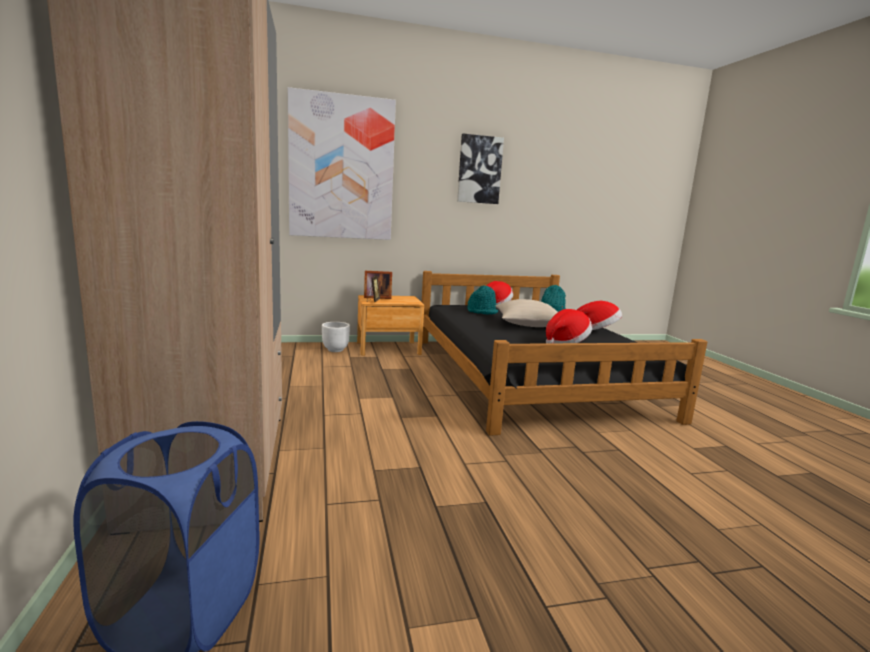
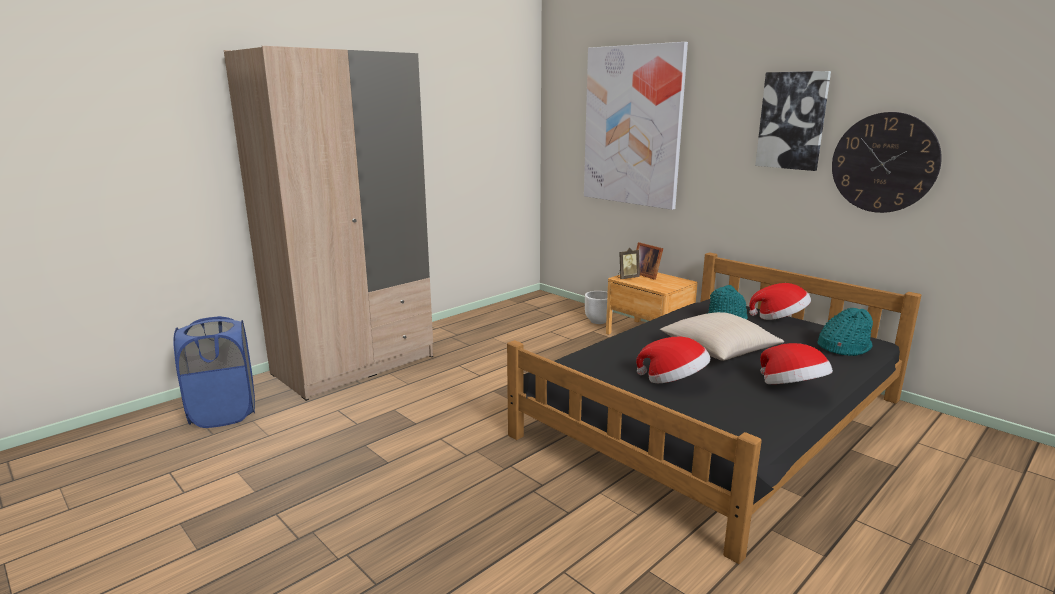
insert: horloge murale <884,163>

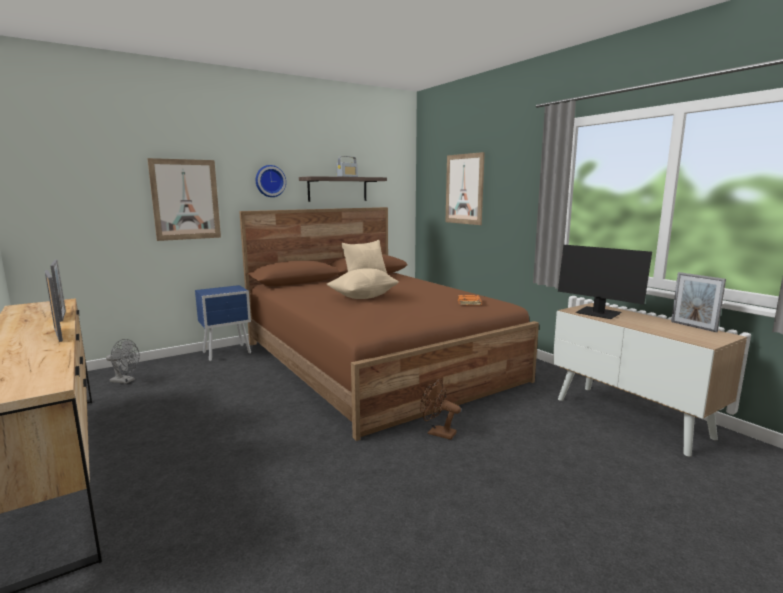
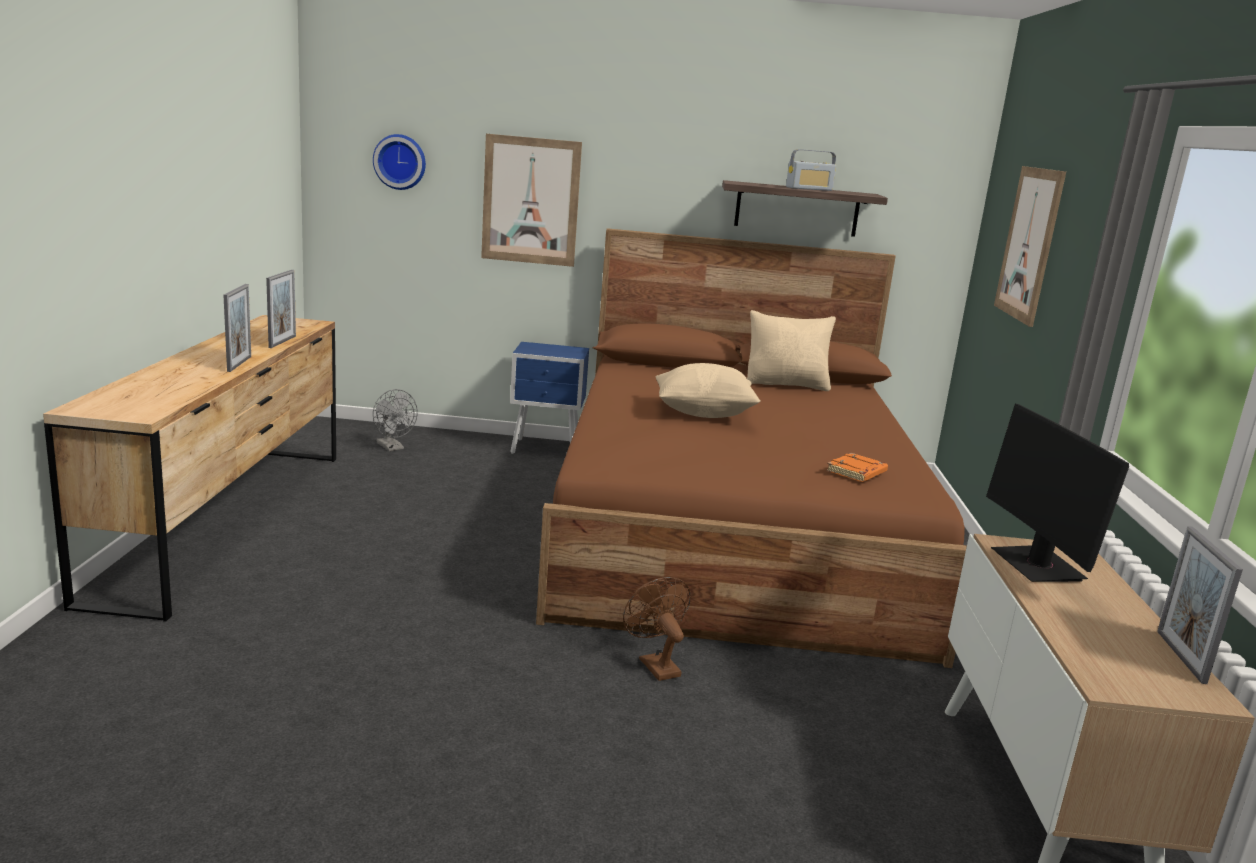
move: horloge murale <270,181> to <400,162>

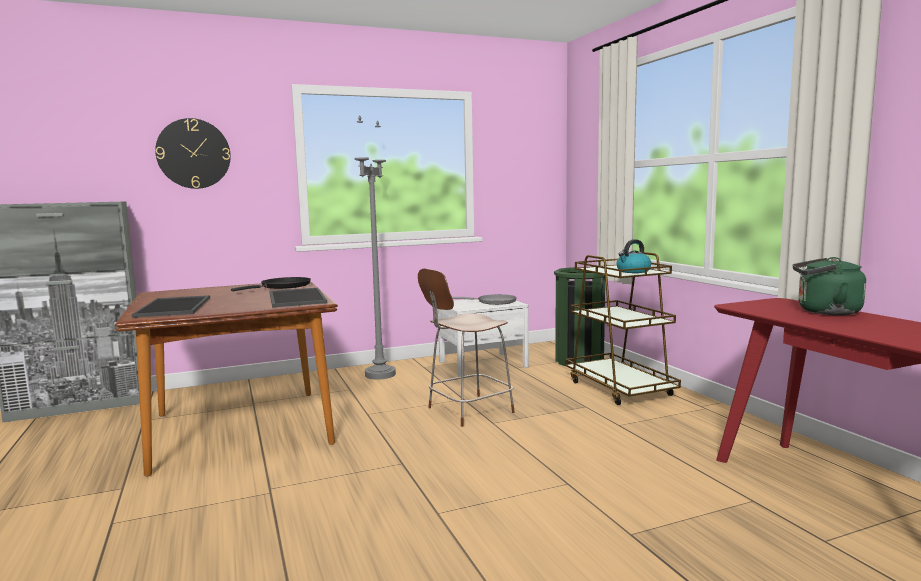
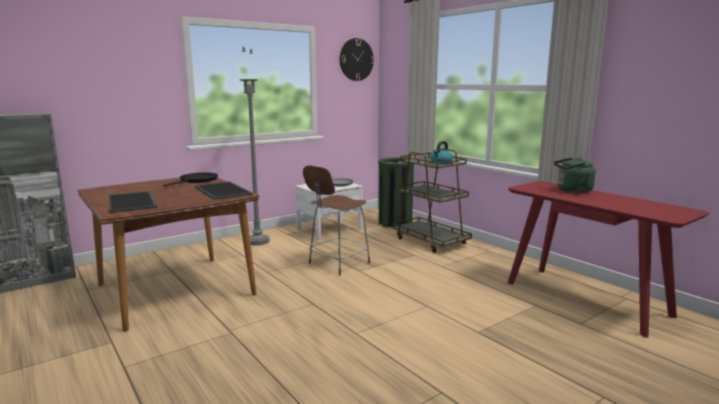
move: horloge murale <193,153> to <356,59>

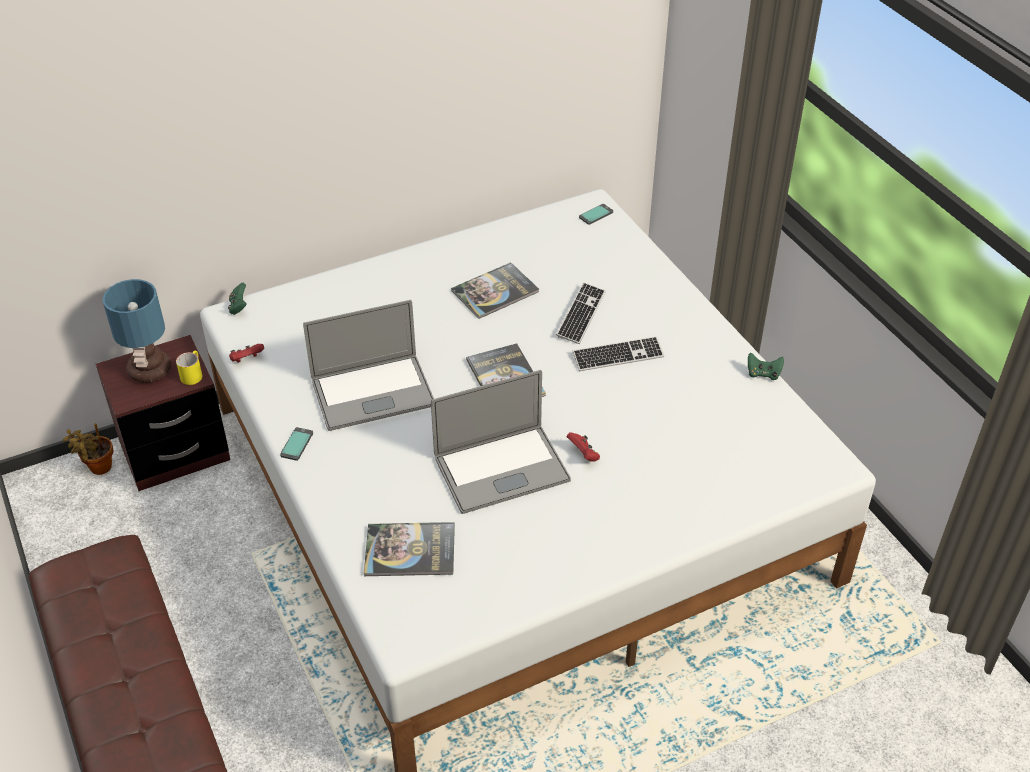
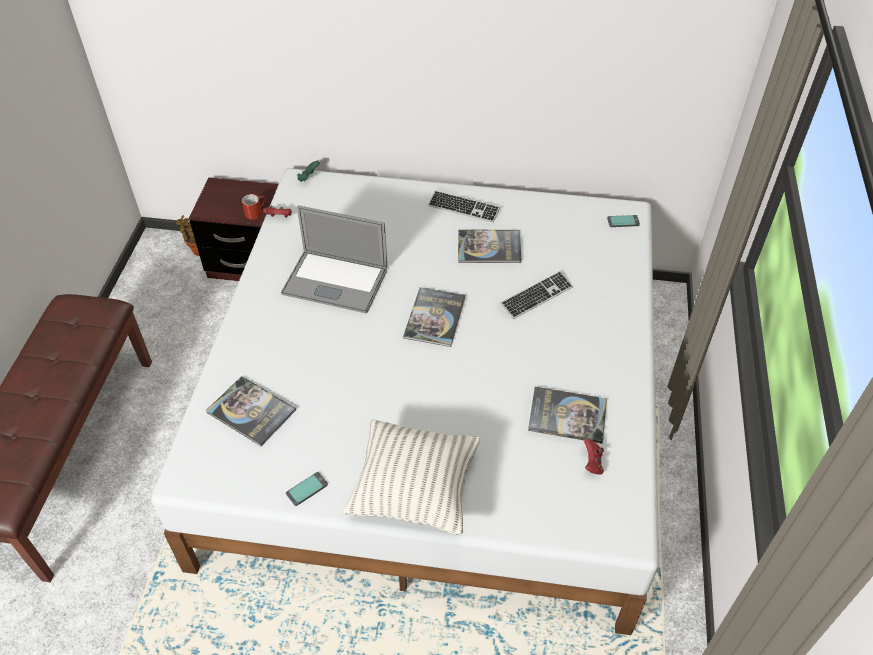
delete: lampe de table <150,371>; ordinateur portable <501,469>; manette/vert <763,374>
insert: coussin <415,491>; livre <567,415>
move: téléphone <296,444> to <306,489>; manette/rouge <584,455> to <592,463>; clavier <618,356> to <463,208>
recolor: mug/jaune <192,374> to mug/rouge <256,212>

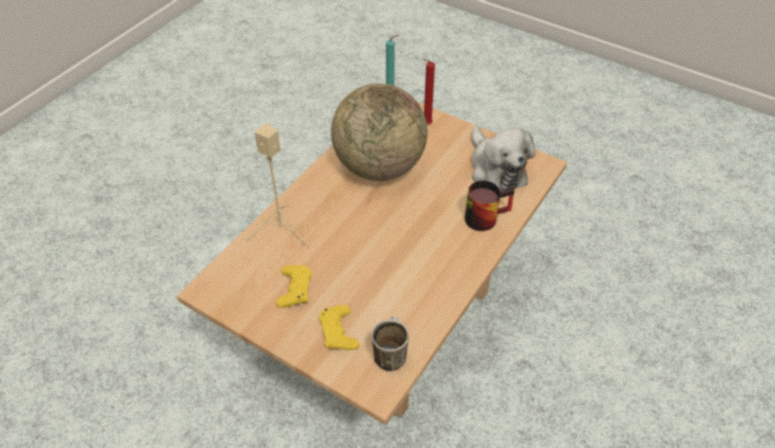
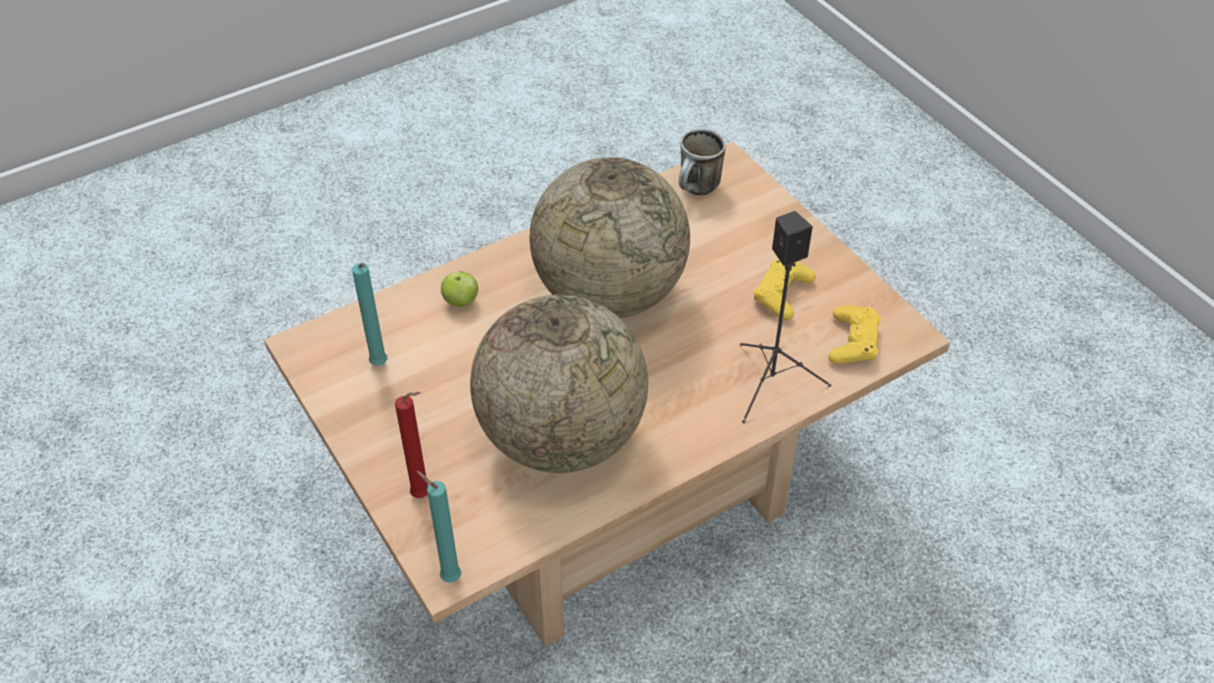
insert: globe <609,294>
move: manette/jaune <338,332> to <853,342>
replace: mug <484,215> to pomme <461,301>; peluche <496,168> to bougie/turquoise <380,366>
recolor: enceinte/beige <280,231> to enceinte/noir <772,383>

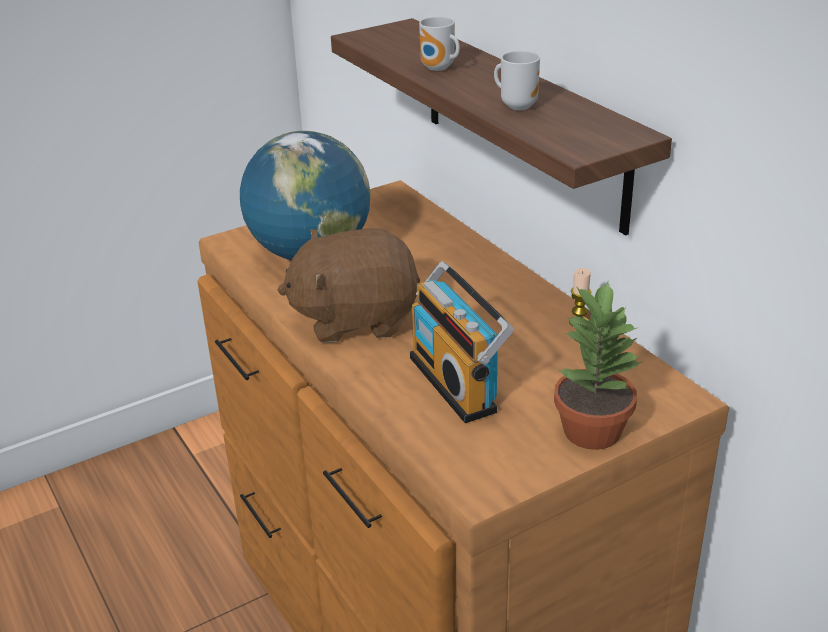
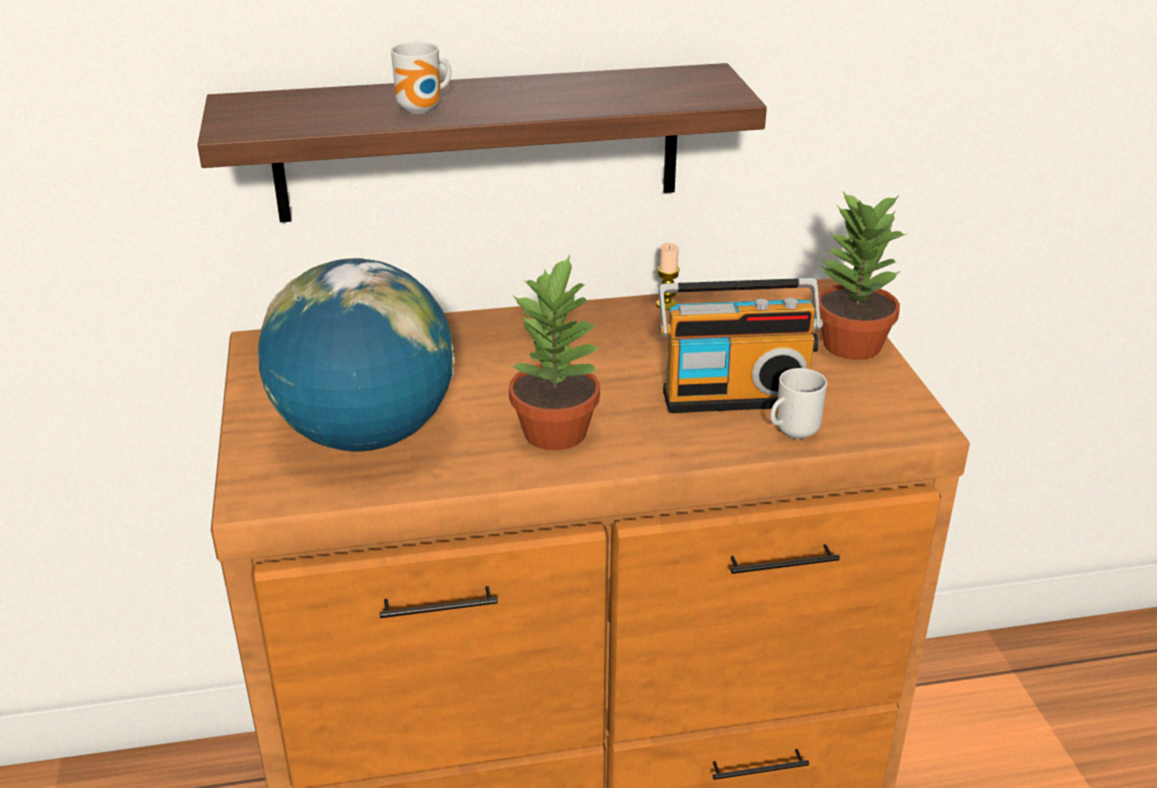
move: mug <517,105> to <792,432>
replace: peluche/marron <355,318> to plante en pot <557,432>

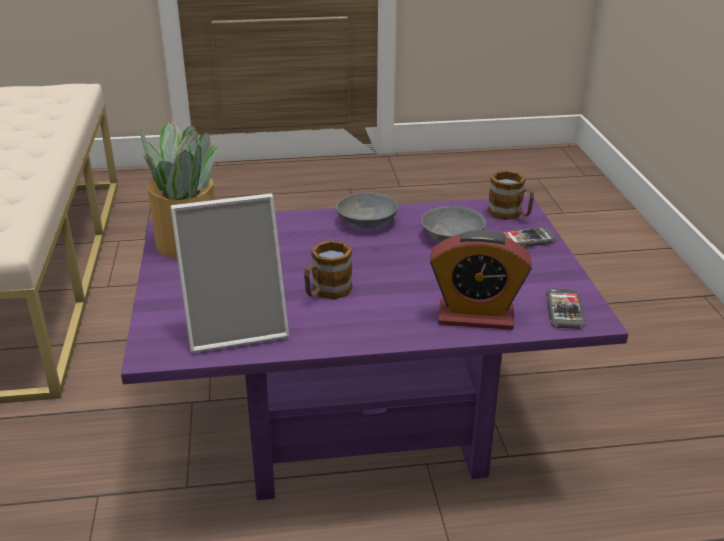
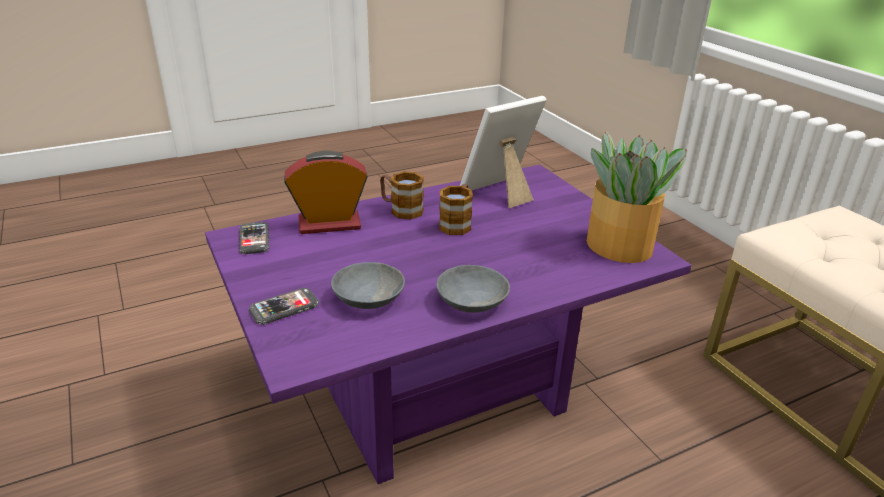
move: mug <510,214> to <401,209>

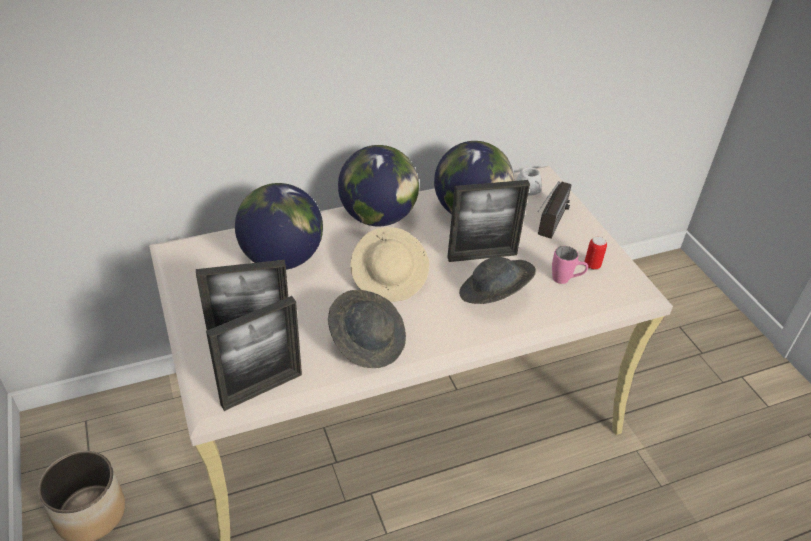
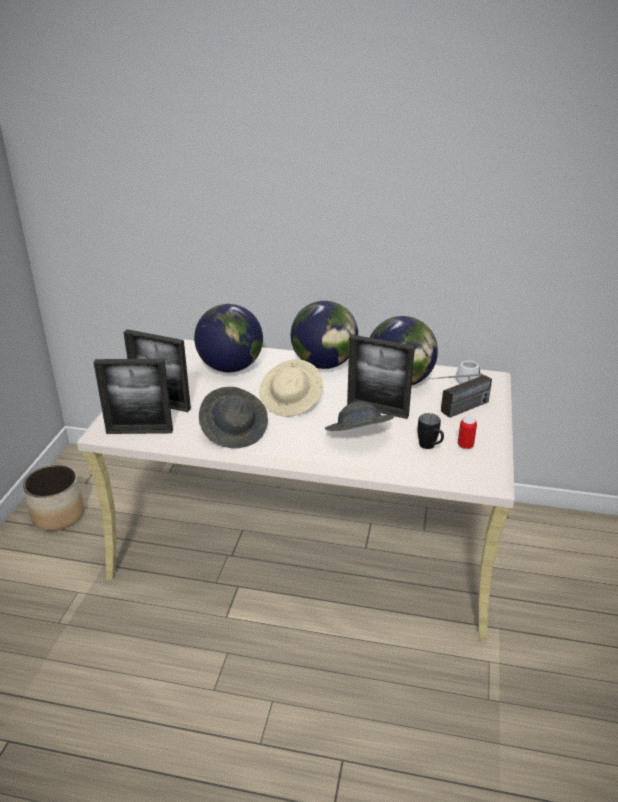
recolor: mug/rose <566,280> to mug/noir <430,447>

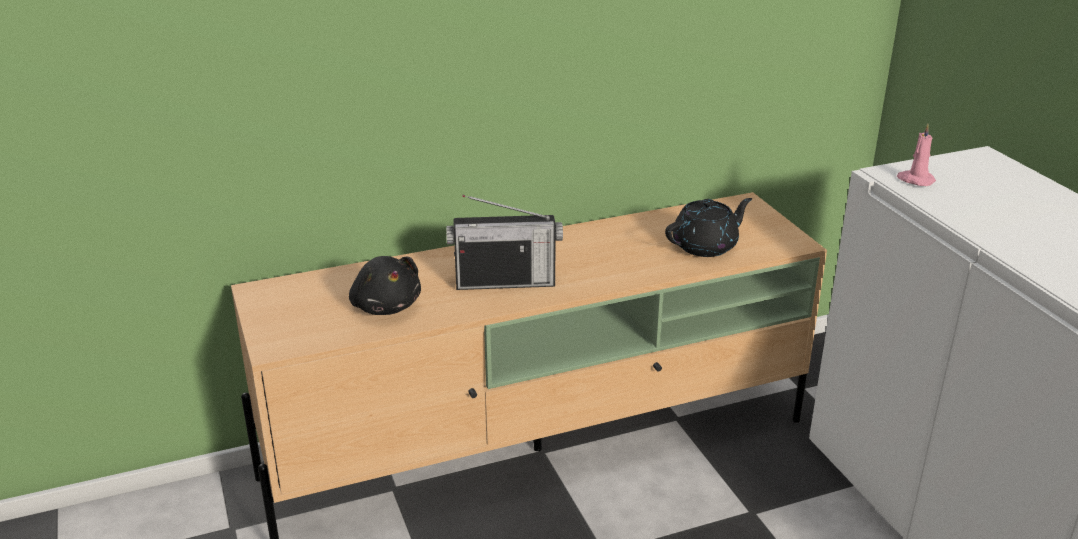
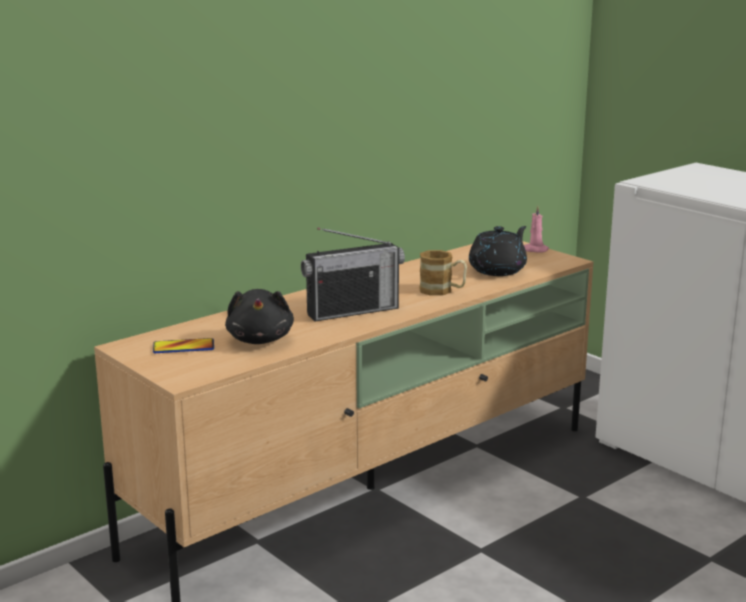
insert: téléphone <183,347>; mug <442,291>
move: bougie/rose <915,180> to <534,250>
rotate: peluche/noir <385,306> = <260,339> 45 degrees clockwise

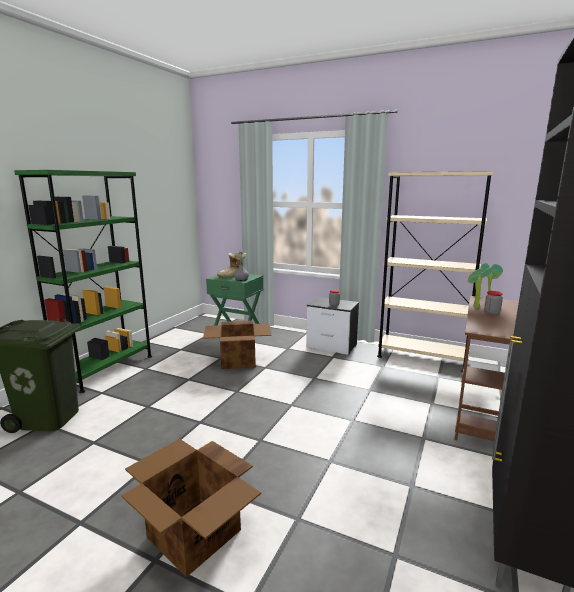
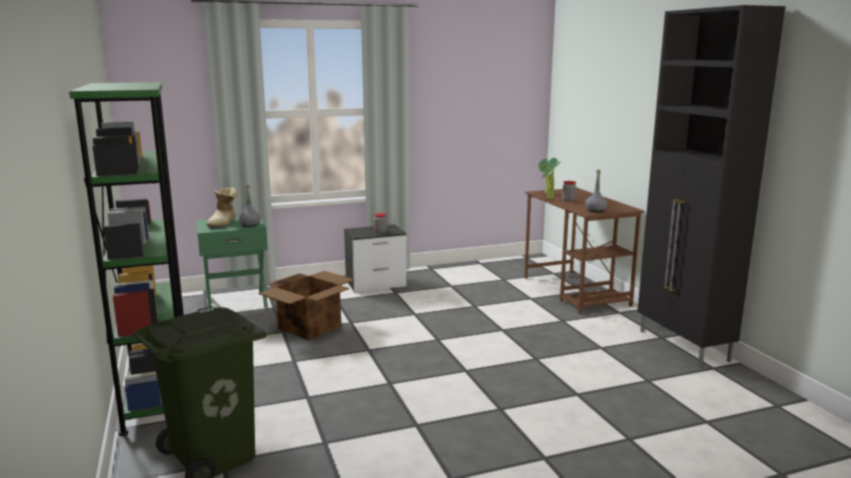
delete: carton <194,534>; bibliothèque/beige <422,357>
insert: bouteille/gris <595,210>

